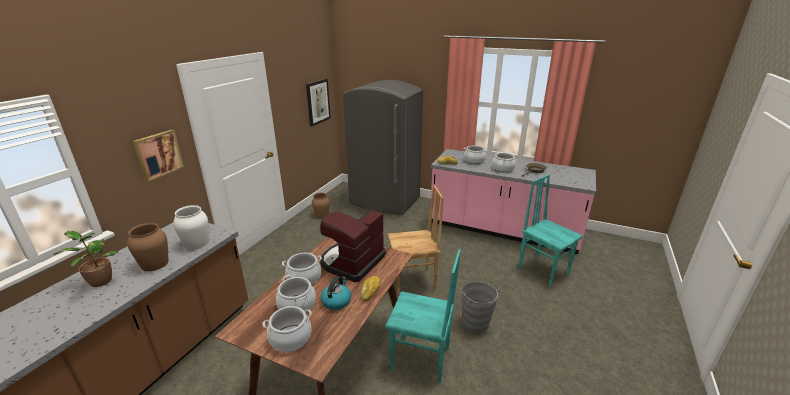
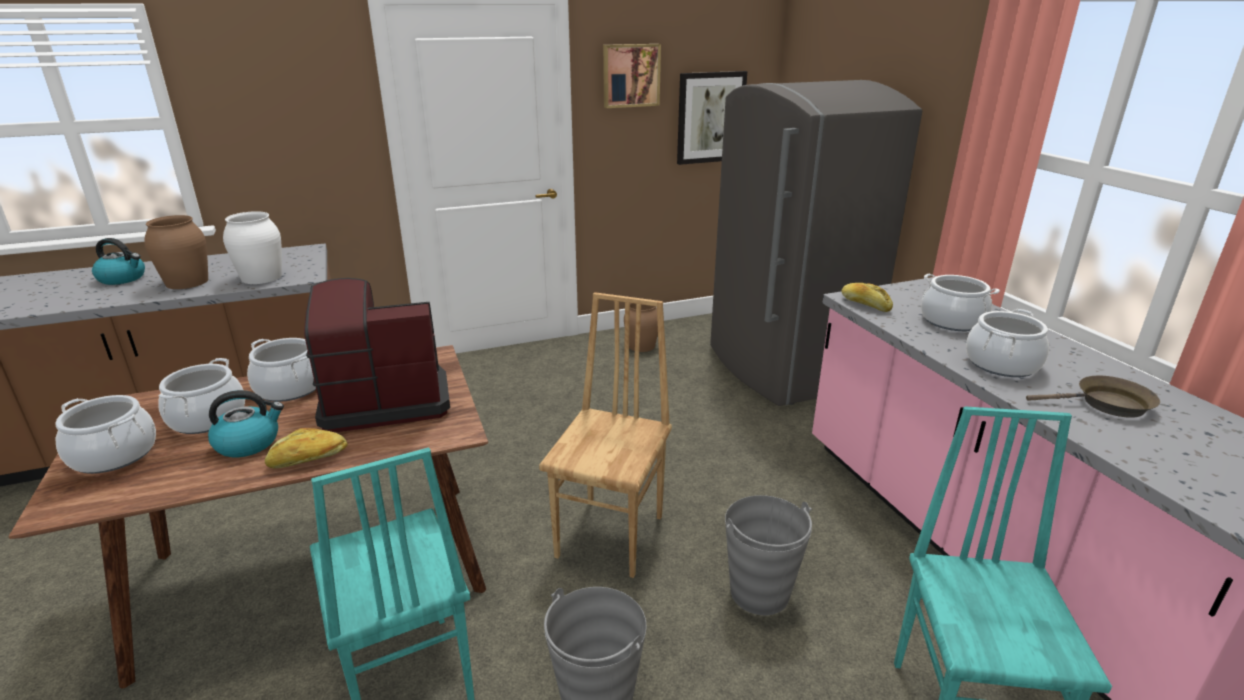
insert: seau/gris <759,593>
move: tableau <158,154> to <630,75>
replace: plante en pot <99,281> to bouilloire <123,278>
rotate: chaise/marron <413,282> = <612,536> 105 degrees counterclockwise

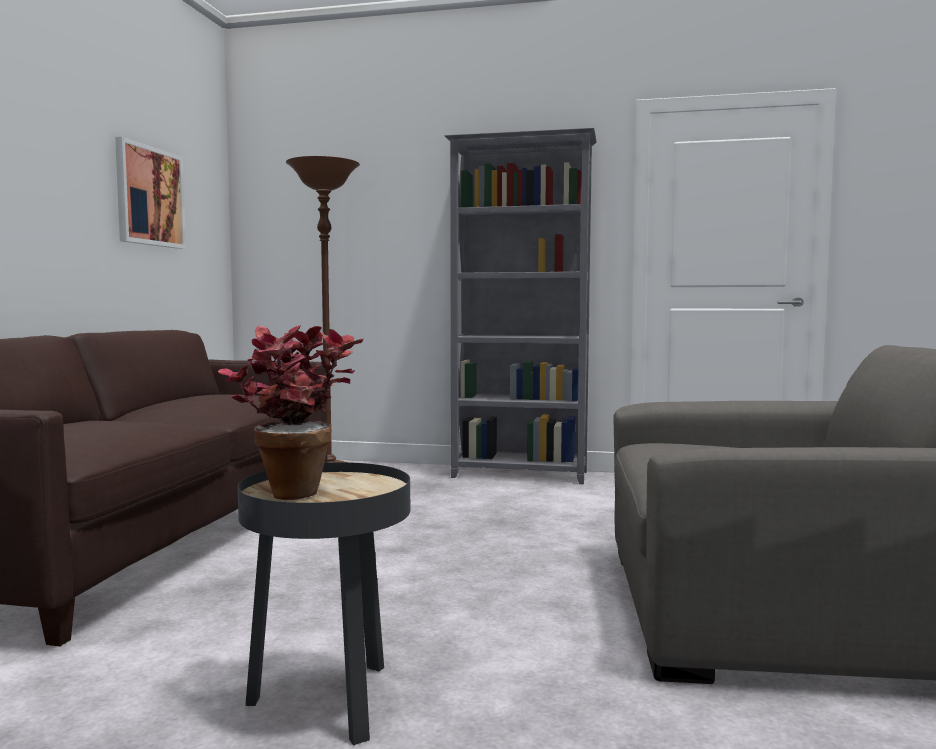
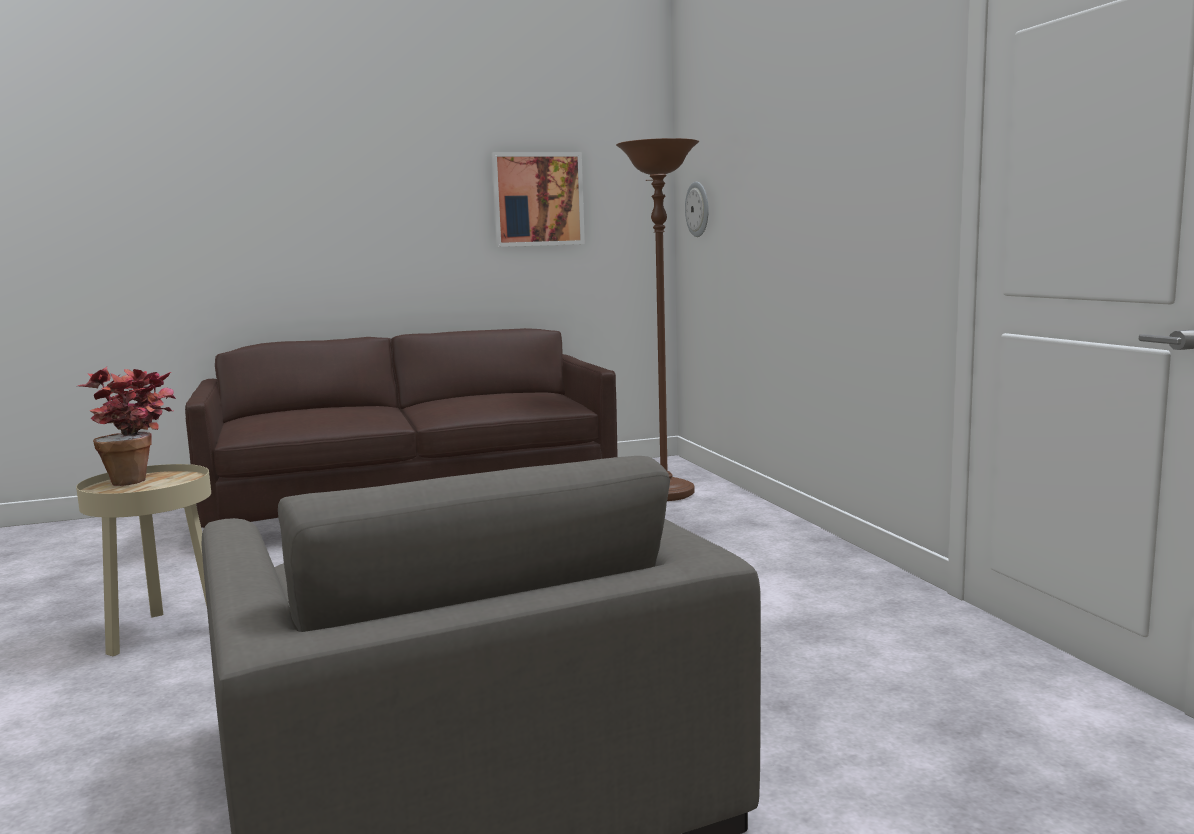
delete: bibliothèque/gris <521,475>
insert: horloge murale <698,209>
recolor: table d'appoint/noir <329,700> to table d'appoint/beige <164,632>

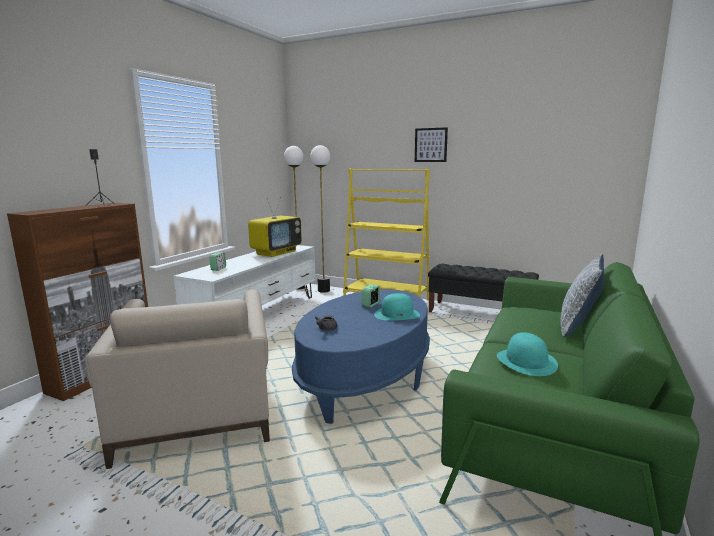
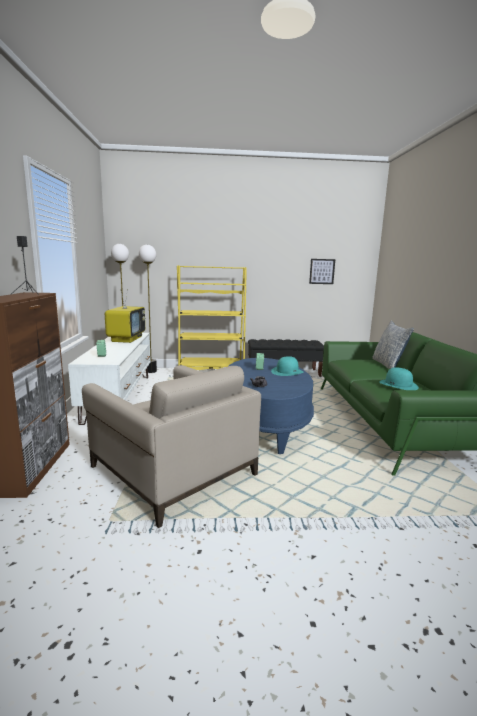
move: tableau <430,145> to <322,271>

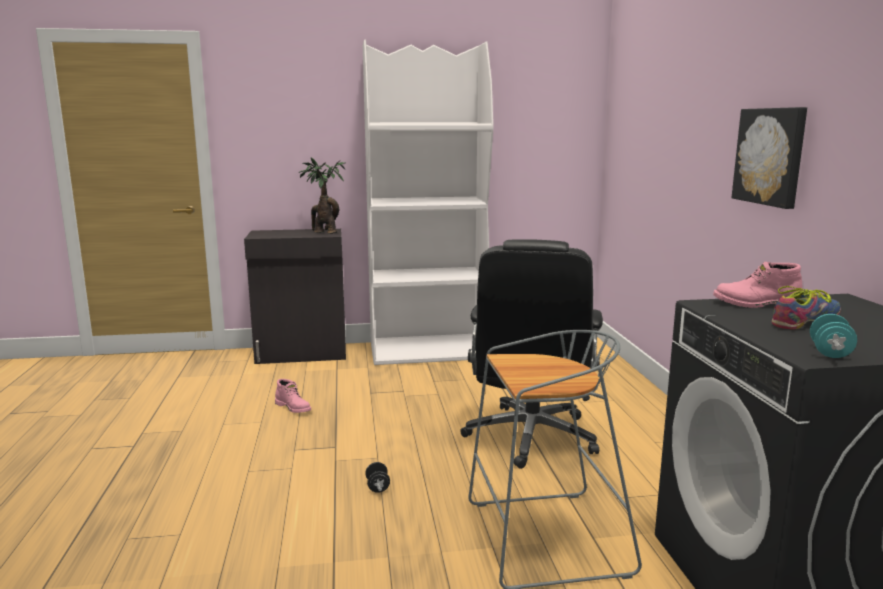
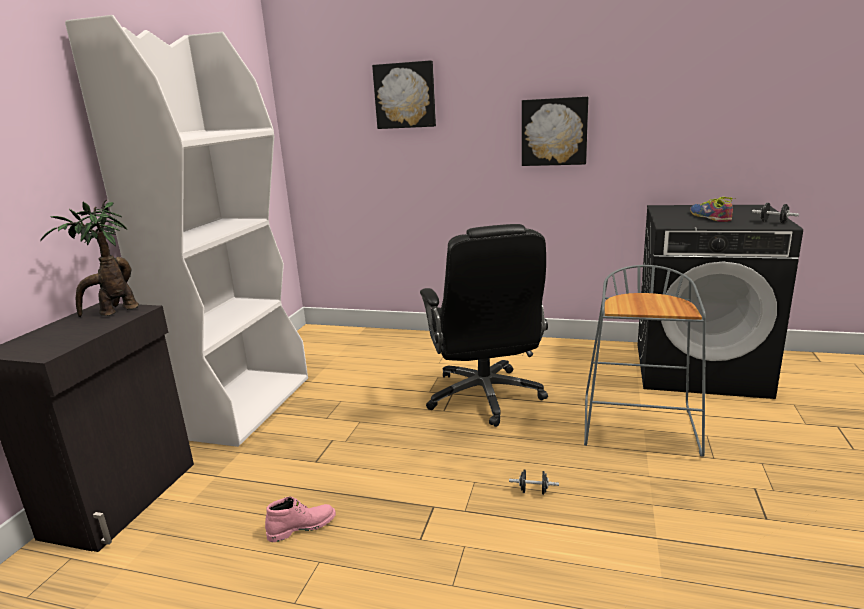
delete: botte/rose <756,304>
insert: tableau <405,95>
recolor: haltère/turquoise <830,352> to haltère/noir <773,222>
rotate: chaise de bureau/noir <531,437> = <485,397> 45 degrees clockwise

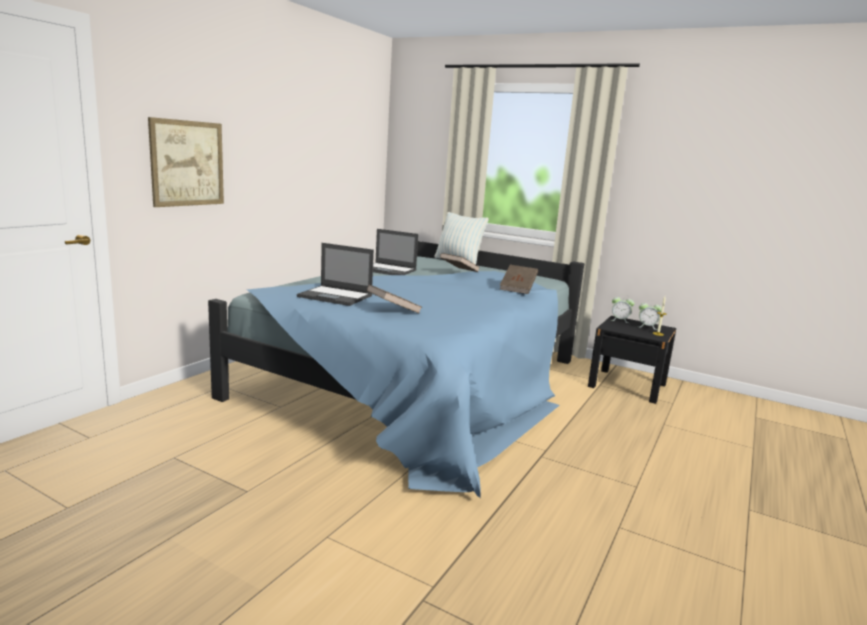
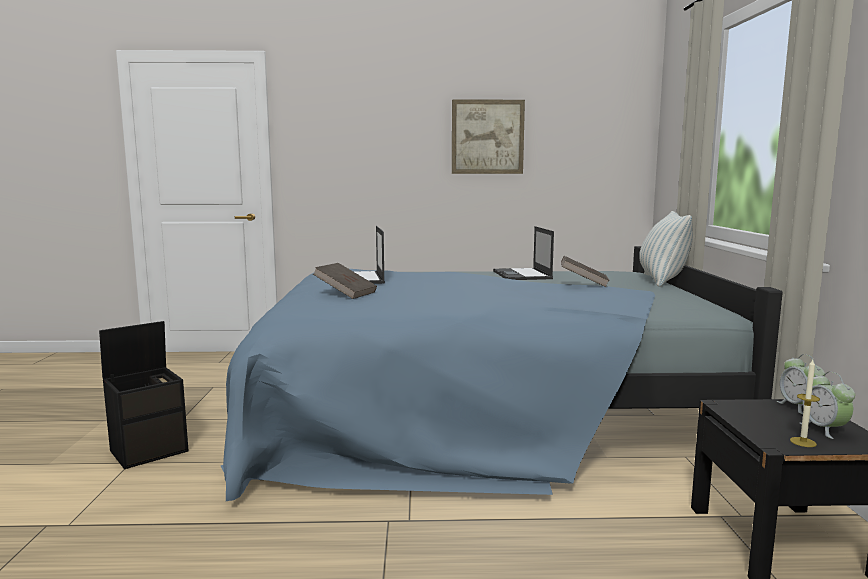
delete: livre/marron <518,289>
insert: boîte de rangement/noir <150,450>
move: tableau <187,163> to <487,137>

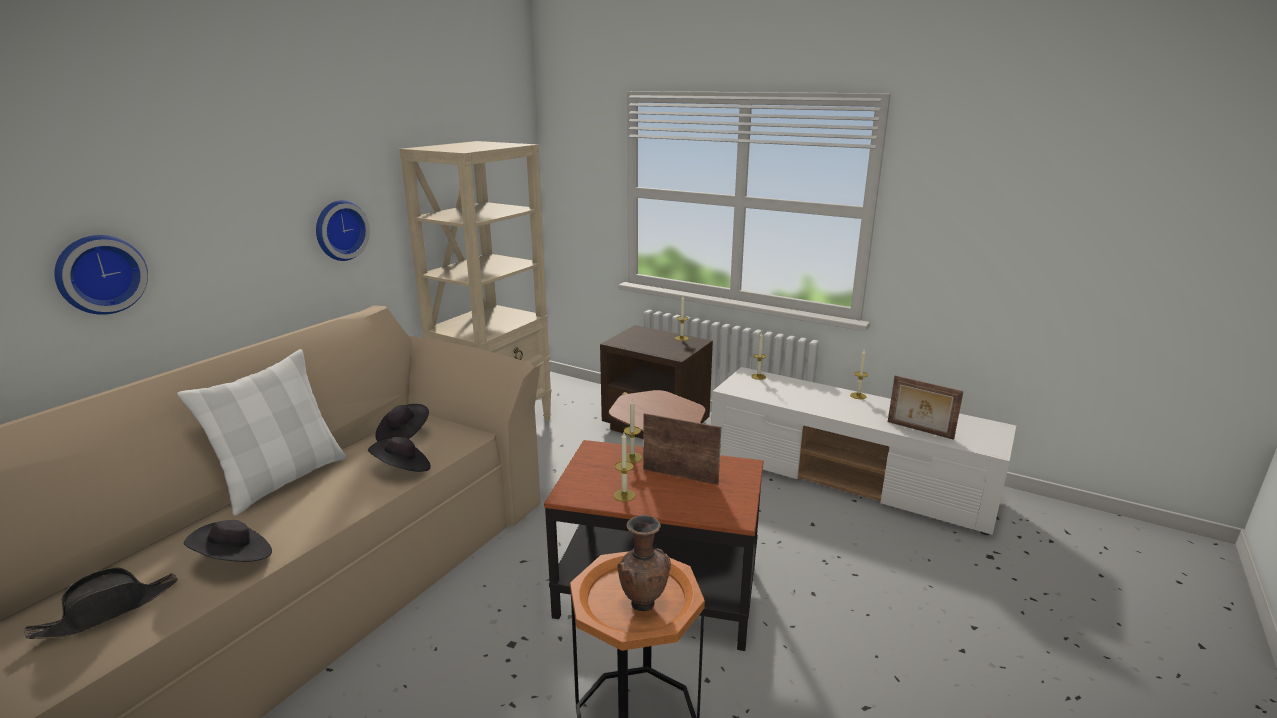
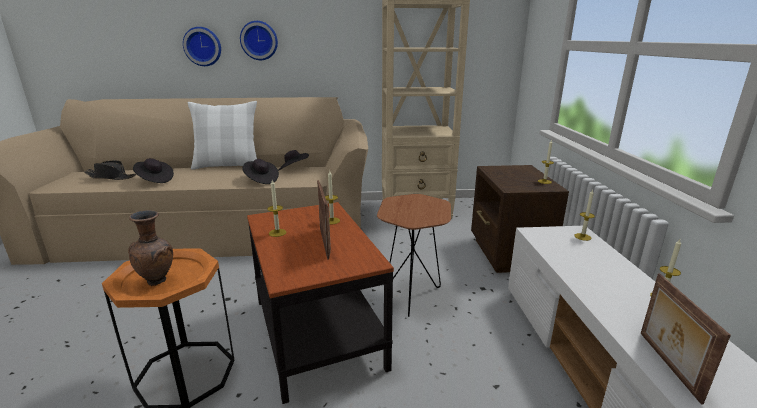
move: horloge murale <339,230> to <259,40>

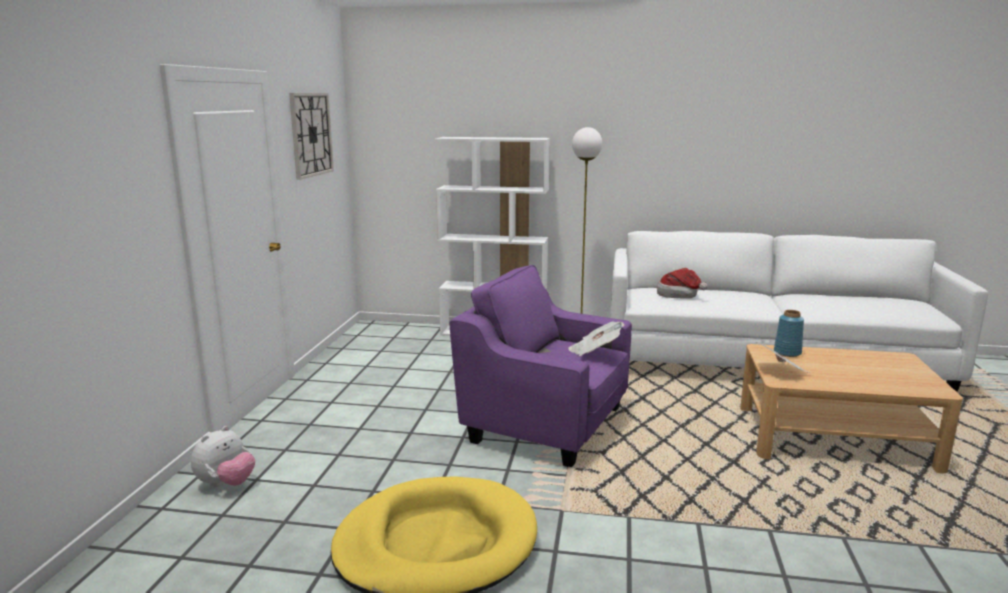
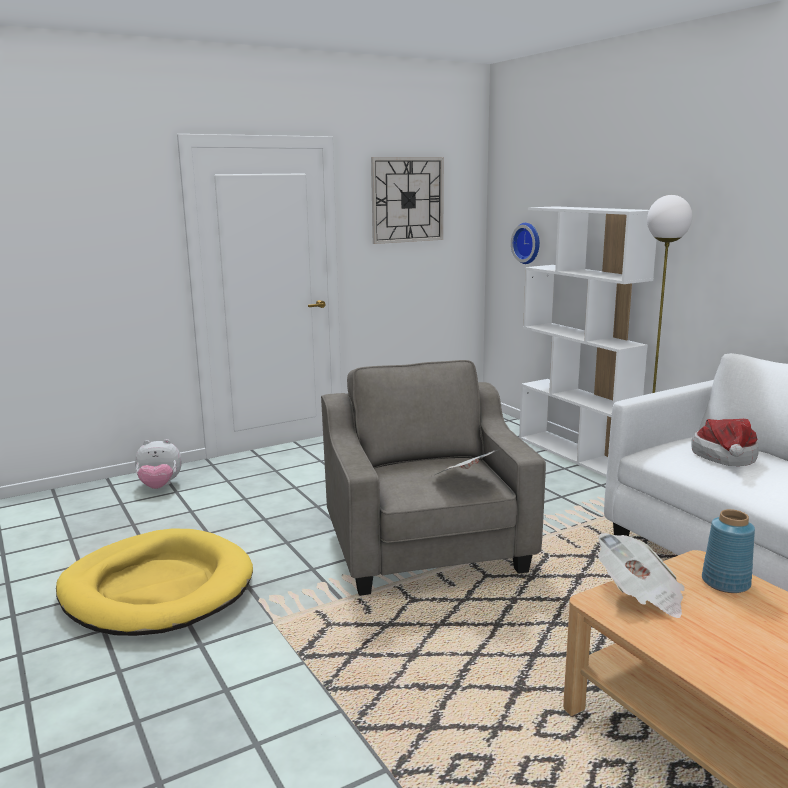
insert: horloge murale <528,243>
recolor: fauteuil/violet <546,424> to fauteuil/gris <428,551>

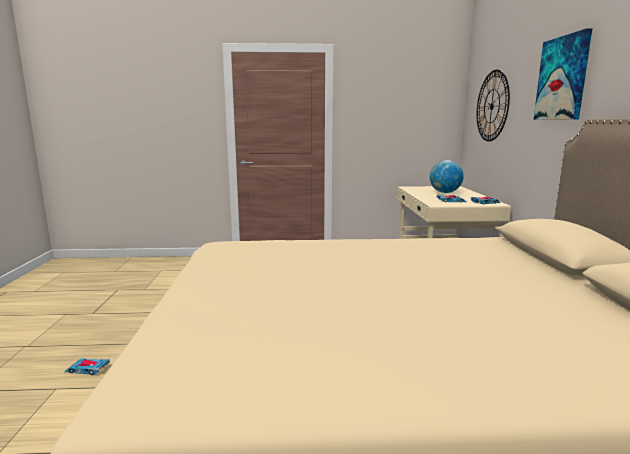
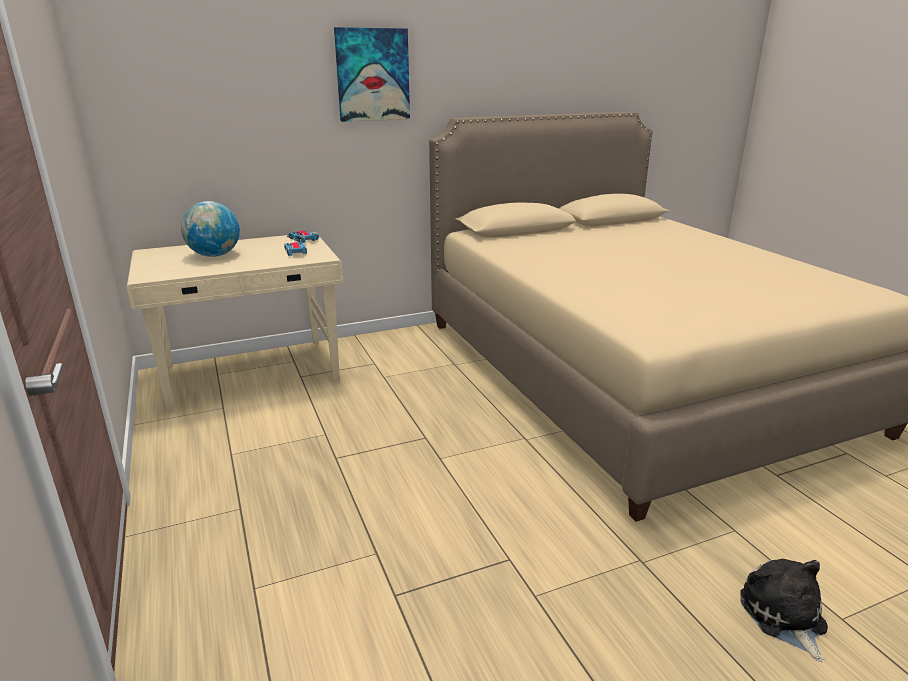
delete: horloge murale <492,106>
replace: petite voiture <87,369> to peluche <784,617>

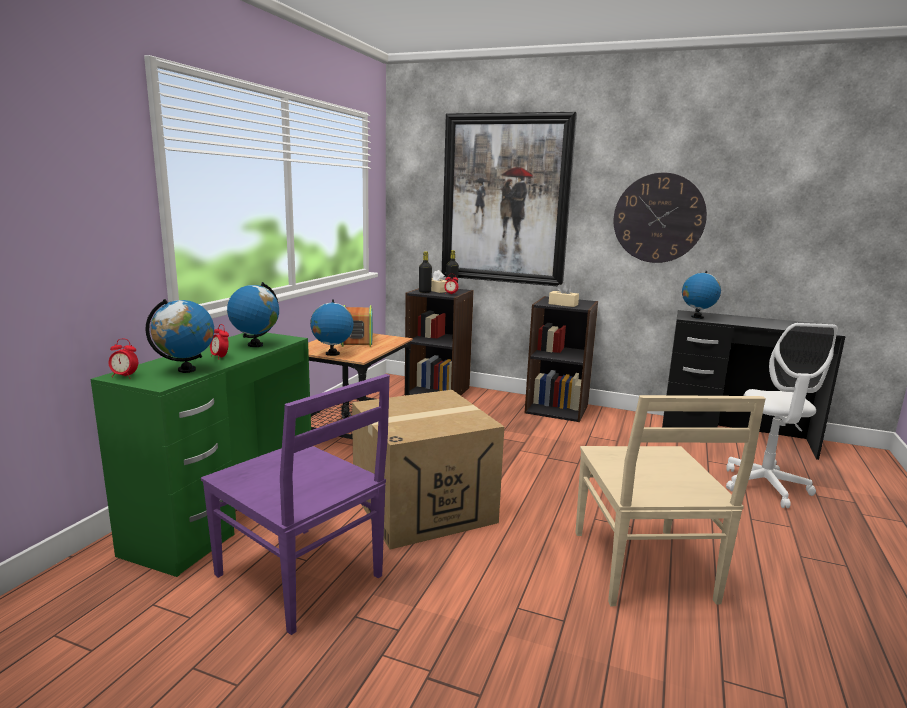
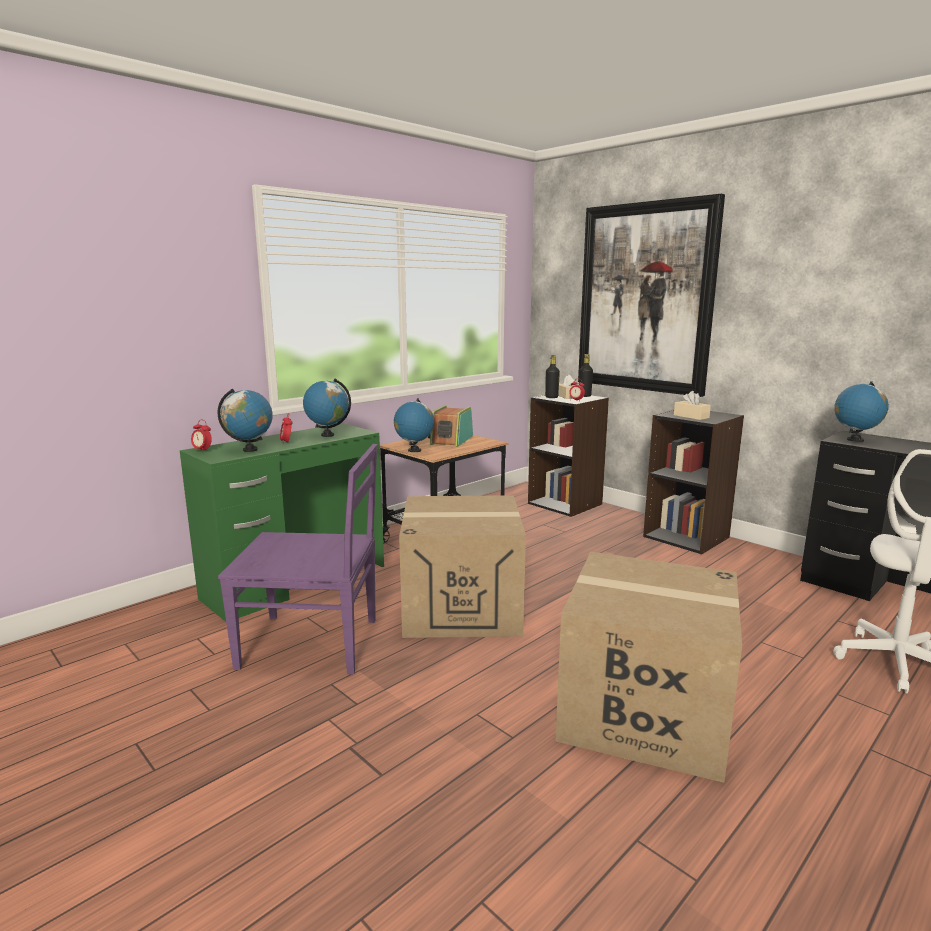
delete: horloge murale <658,218>
replace: chaise/beige <643,568> to carton <643,712>
rotate: chaise/violet <301,577> = <313,644> 60 degrees counterclockwise

